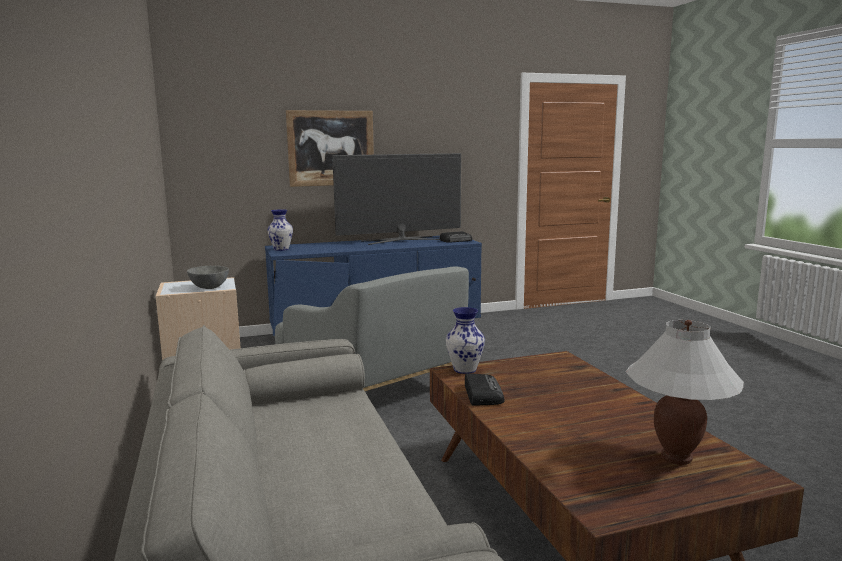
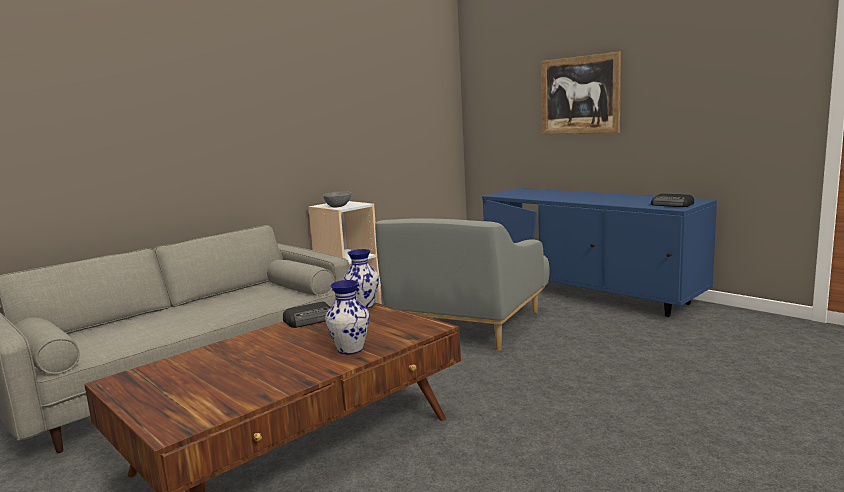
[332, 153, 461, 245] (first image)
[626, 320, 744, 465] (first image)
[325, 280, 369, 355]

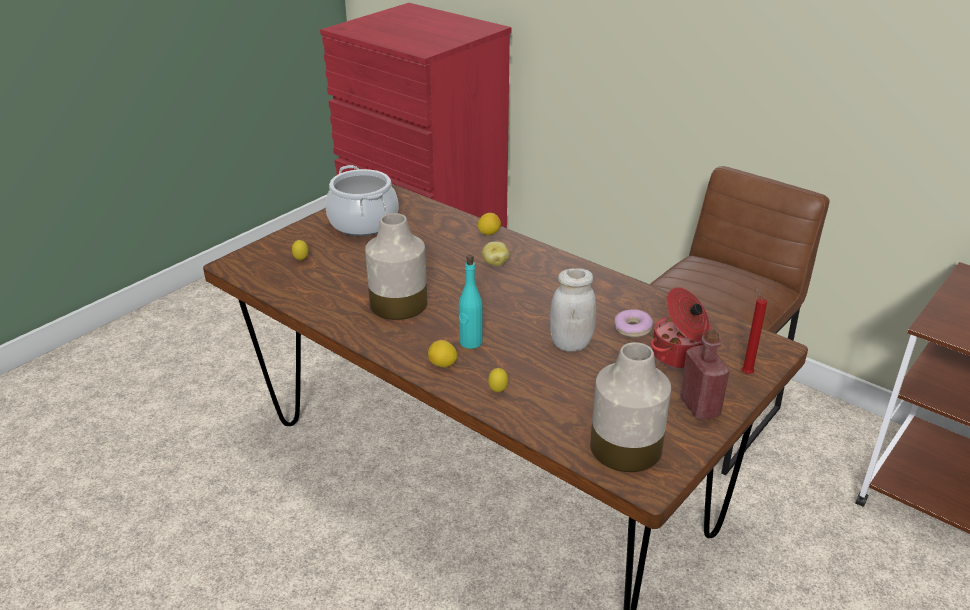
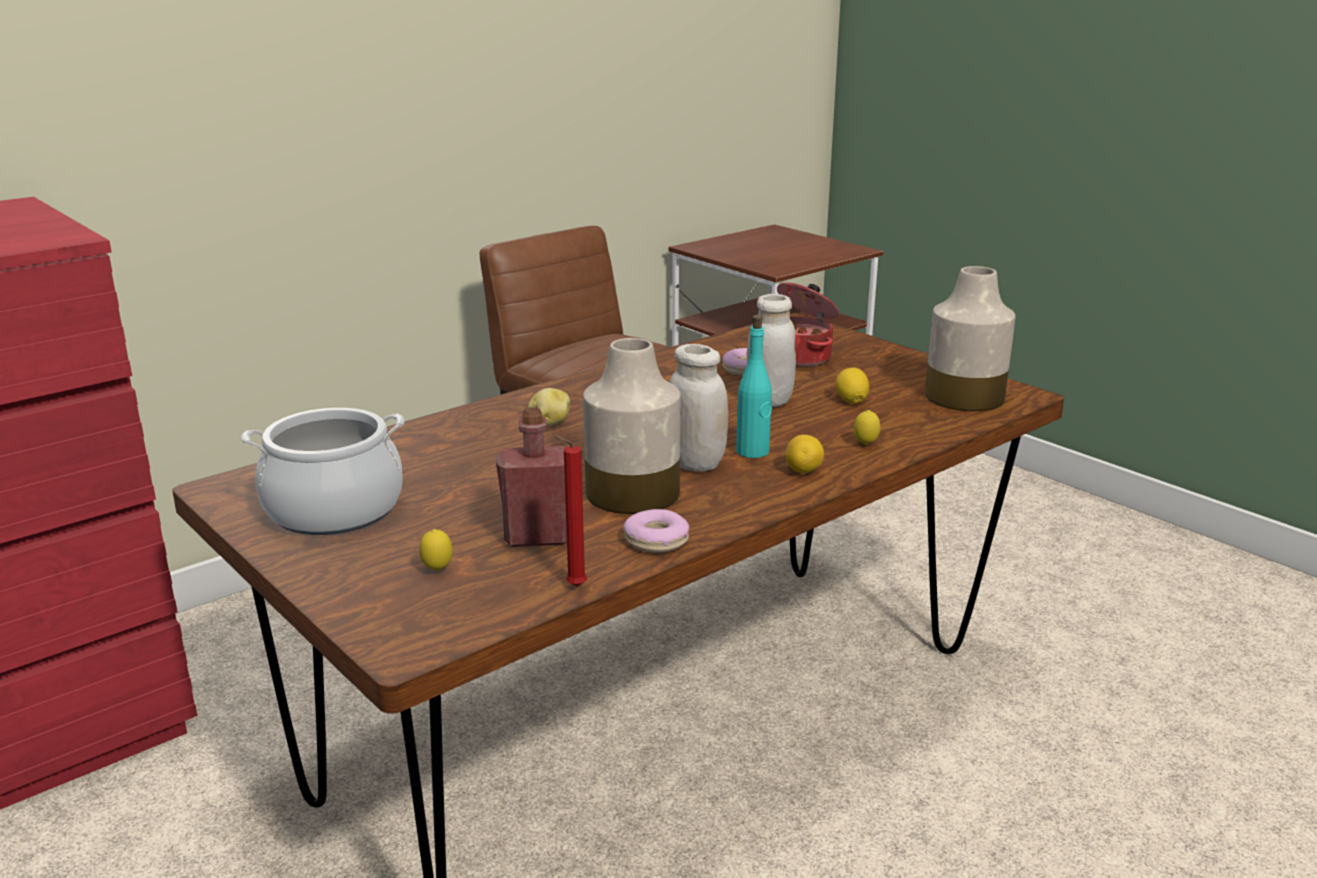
[623, 509, 689, 553]
[669, 344, 728, 472]
[835, 368, 869, 403]
[496, 407, 567, 547]
[554, 436, 587, 587]

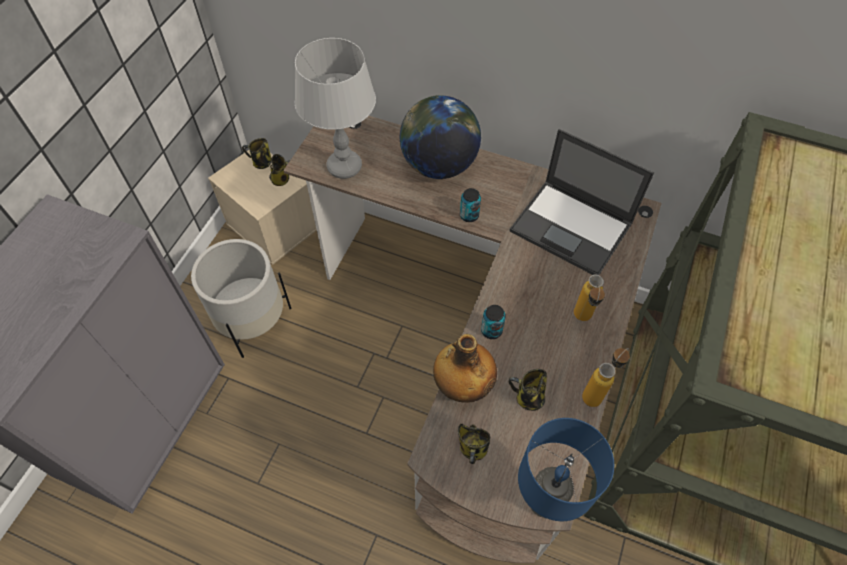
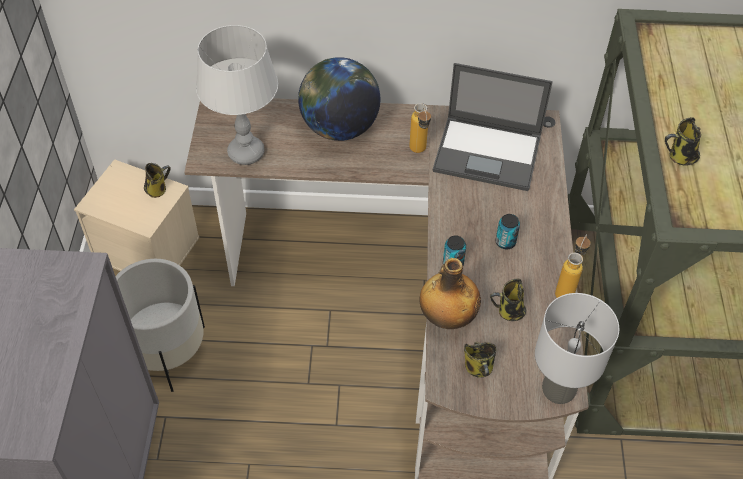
[665, 117, 701, 166]
[496, 214, 520, 249]
[409, 103, 431, 153]
[535, 293, 619, 404]

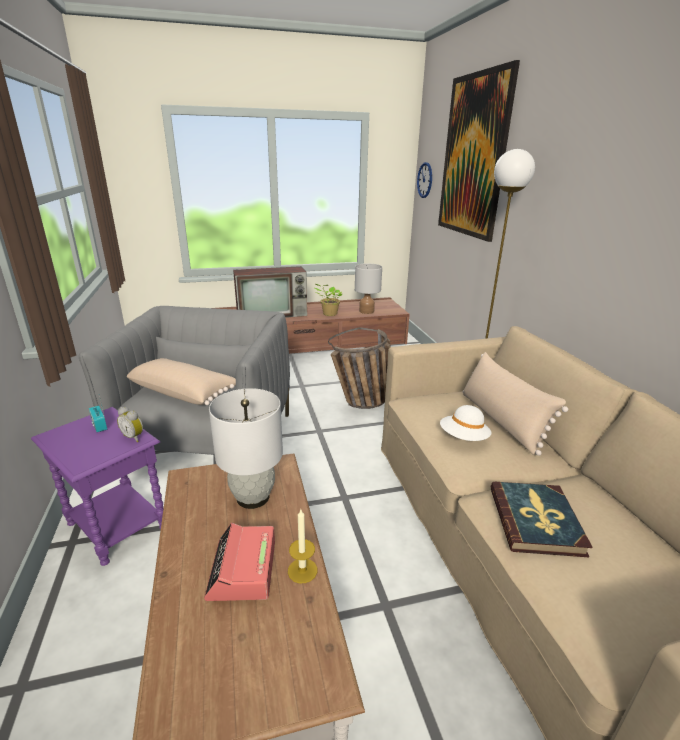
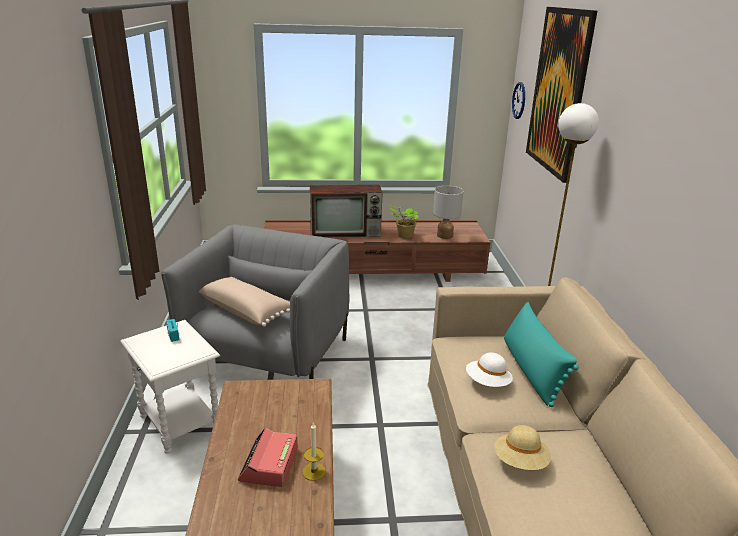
[117, 407, 143, 442] (first image)
[209, 388, 283, 509] (first image)
[328, 327, 390, 409] (first image)
[494, 425, 551, 470]
[120, 320, 221, 454]
[504, 302, 579, 407]

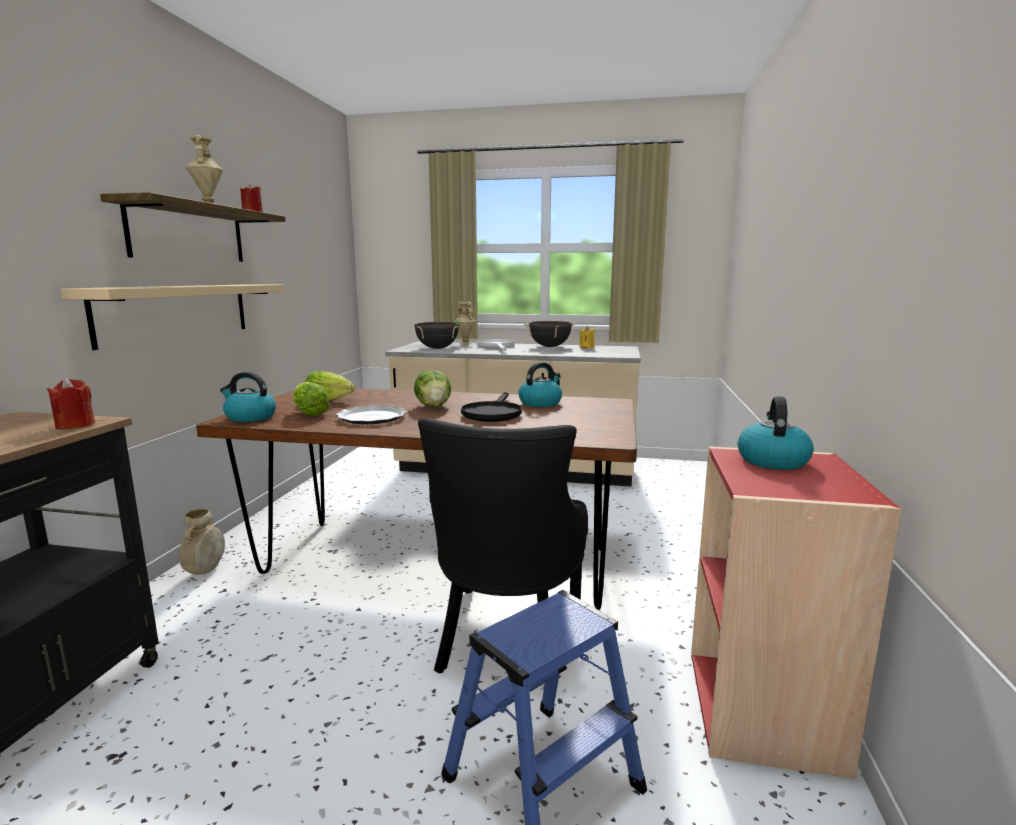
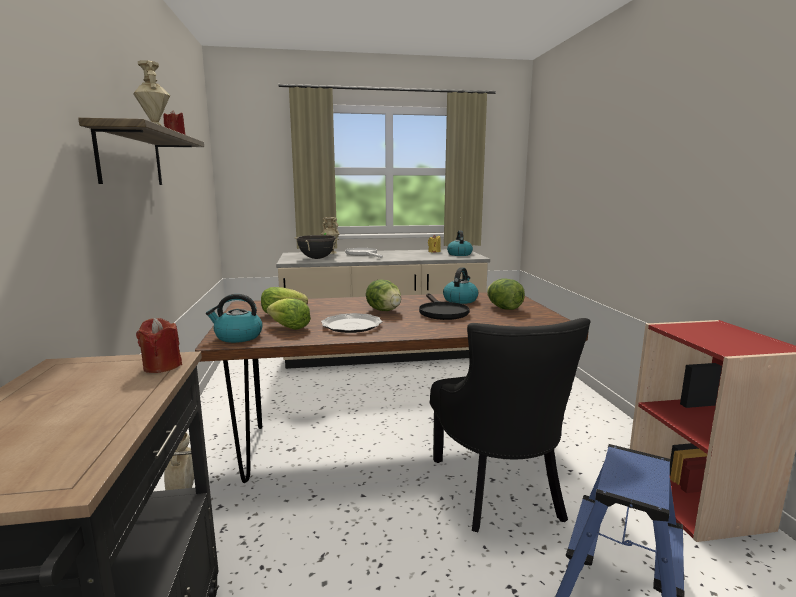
[60, 284, 284, 350] (first image)
[524, 321, 576, 347] (first image)
[487, 278, 525, 310]
[447, 230, 473, 256]

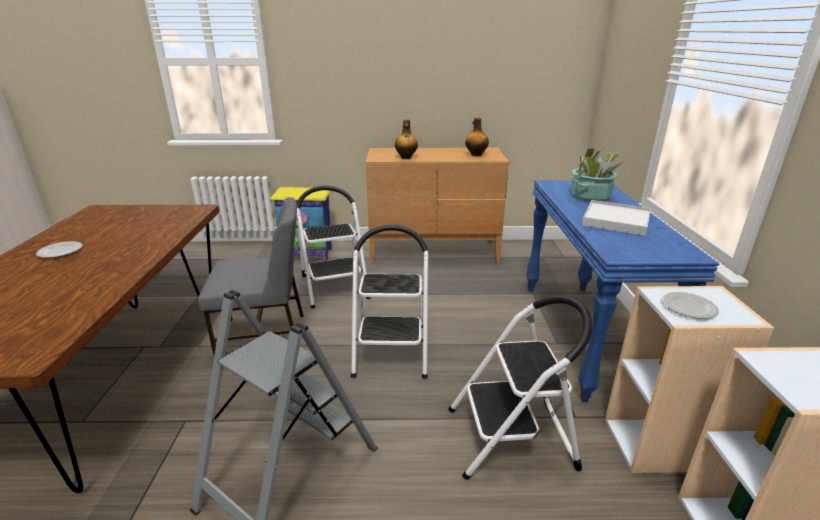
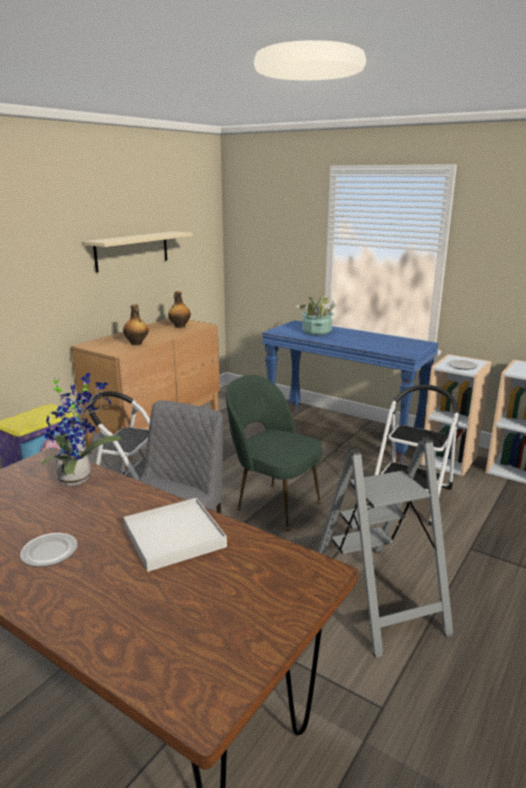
[41, 373, 121, 486]
[83, 231, 193, 272]
[123, 498, 227, 572]
[226, 375, 322, 531]

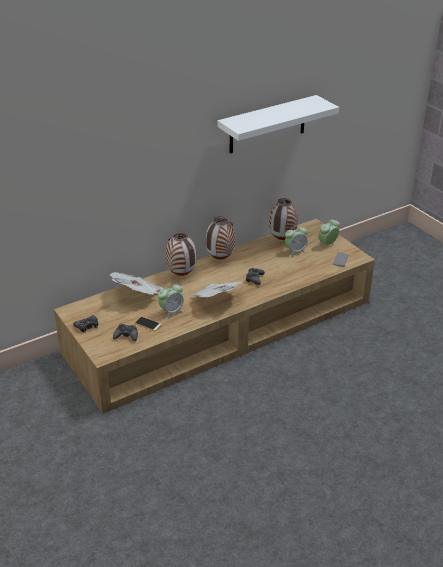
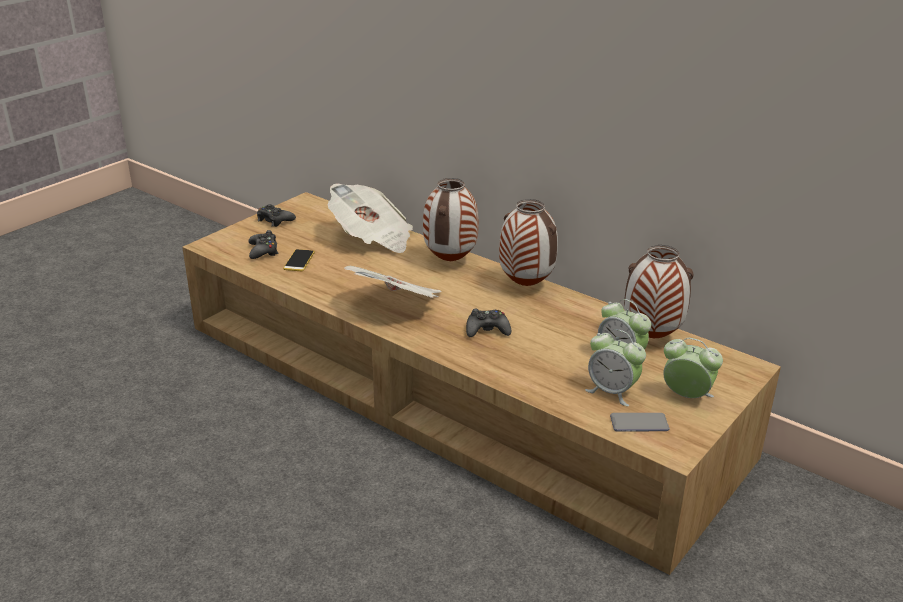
[217, 95, 339, 153] (first image)
[585, 329, 646, 407]

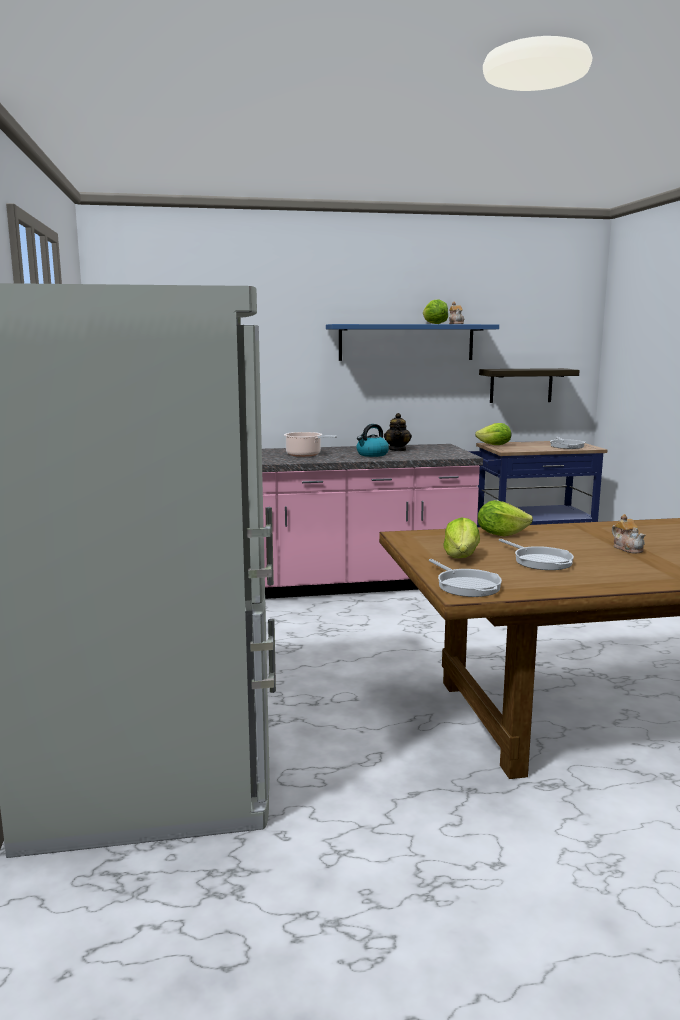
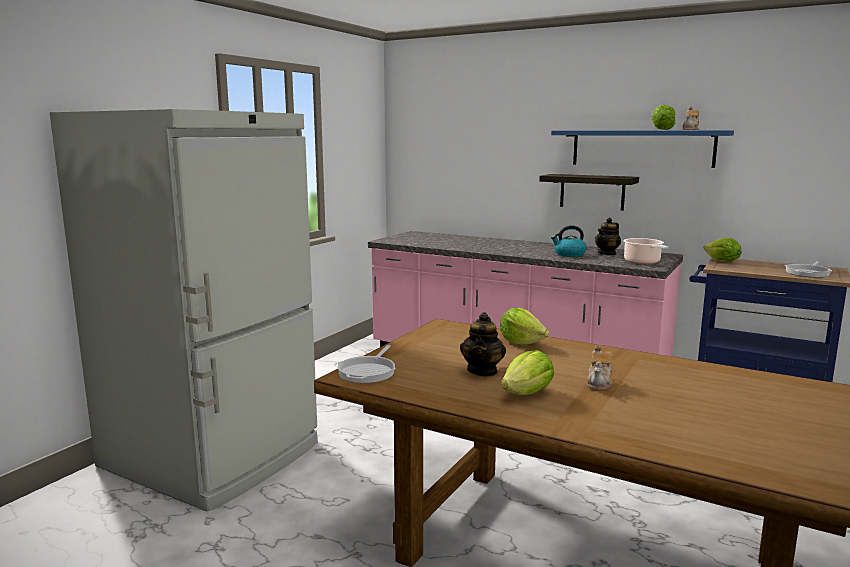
[623, 238, 669, 264]
[501, 350, 554, 395]
[539, 174, 639, 211]
[460, 312, 506, 376]

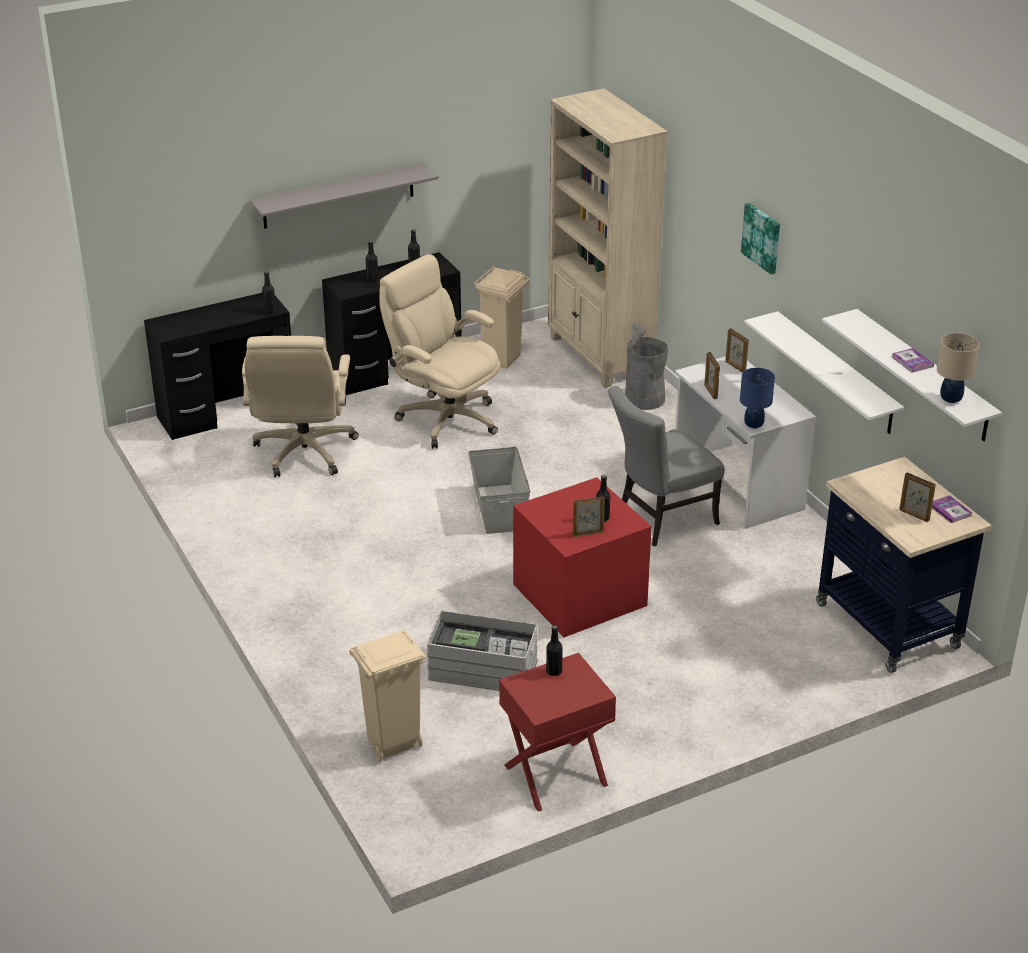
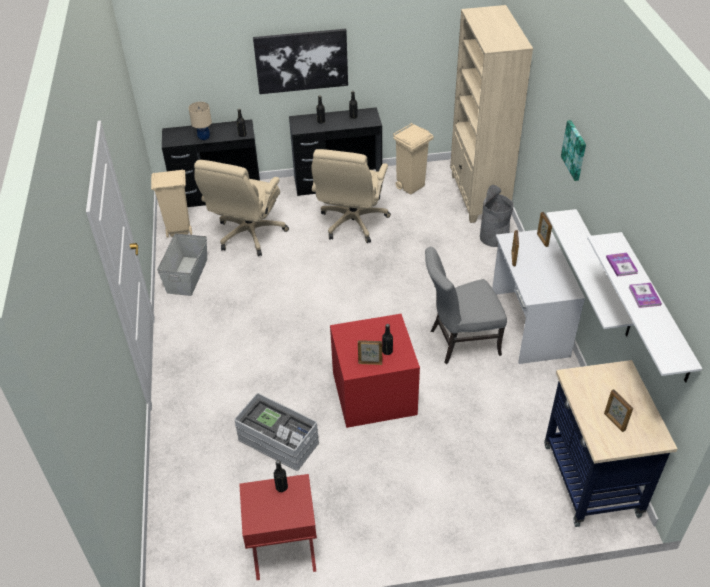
[740, 368, 775, 428] (first image)
[151, 170, 192, 238]
[157, 233, 207, 296]
[606, 253, 639, 277]
[188, 102, 212, 140]
[253, 29, 348, 94]
[311, 149, 391, 243]

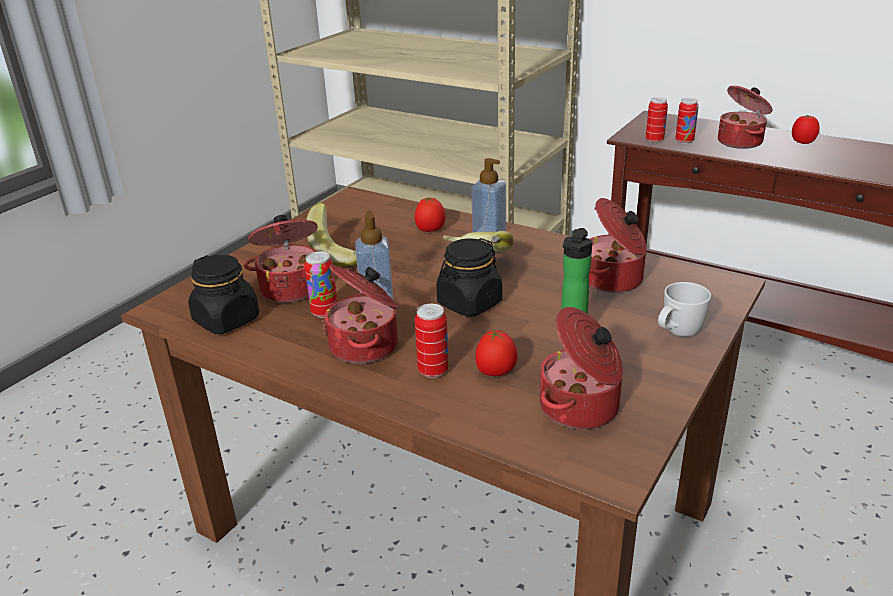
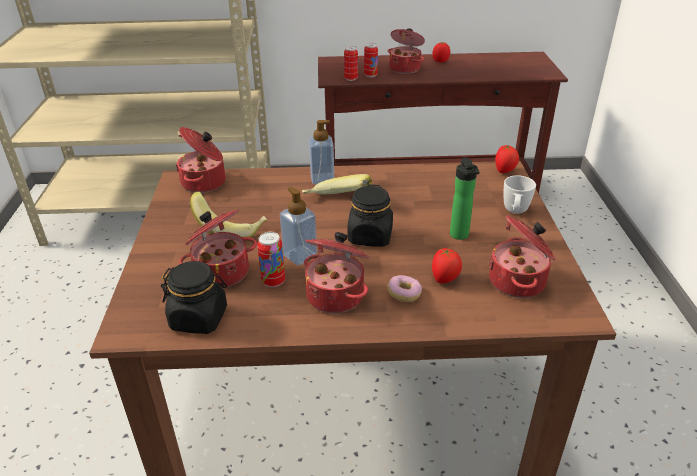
[495, 145, 519, 173]
[176, 127, 226, 193]
[388, 275, 422, 302]

